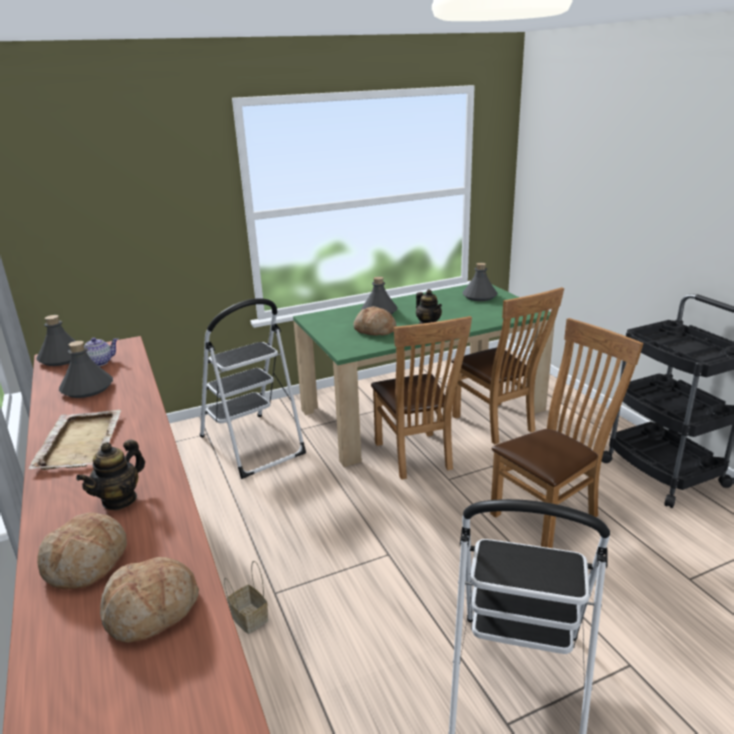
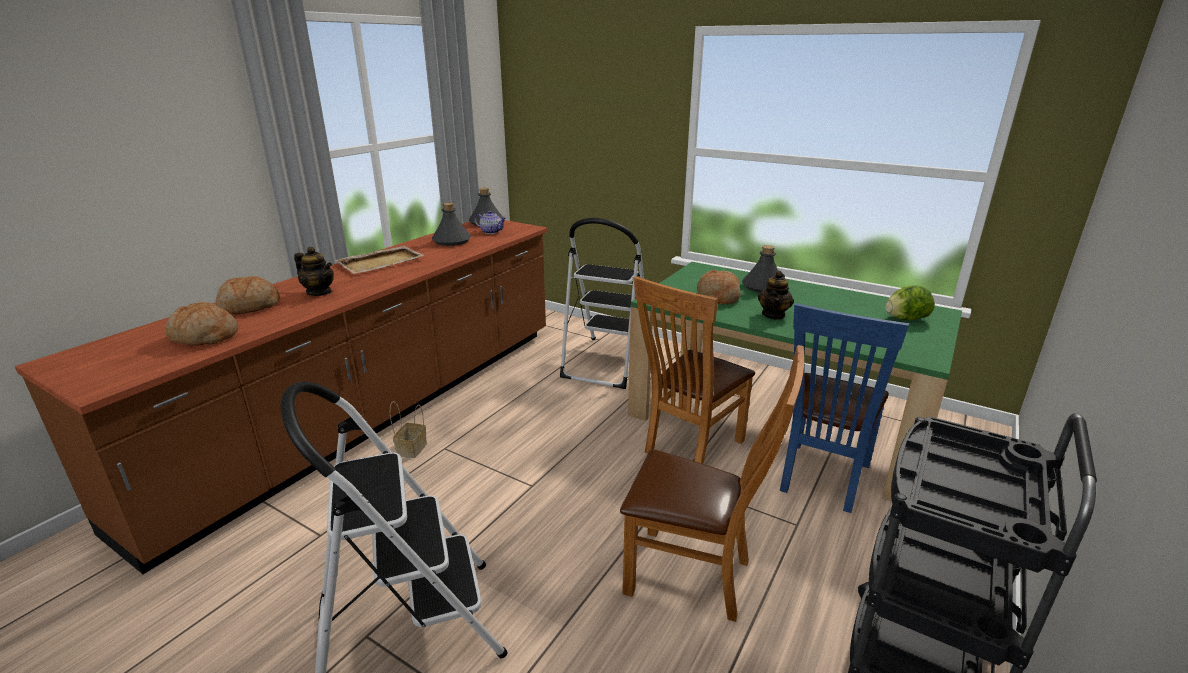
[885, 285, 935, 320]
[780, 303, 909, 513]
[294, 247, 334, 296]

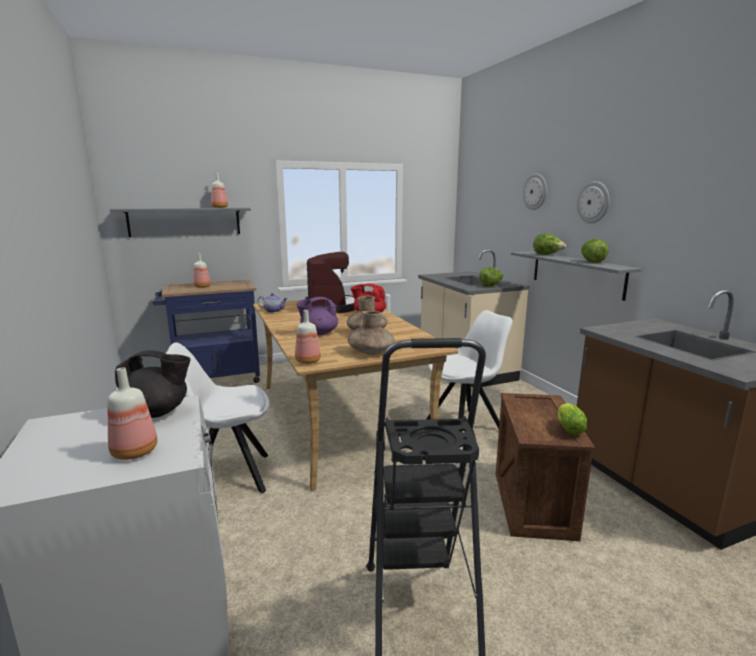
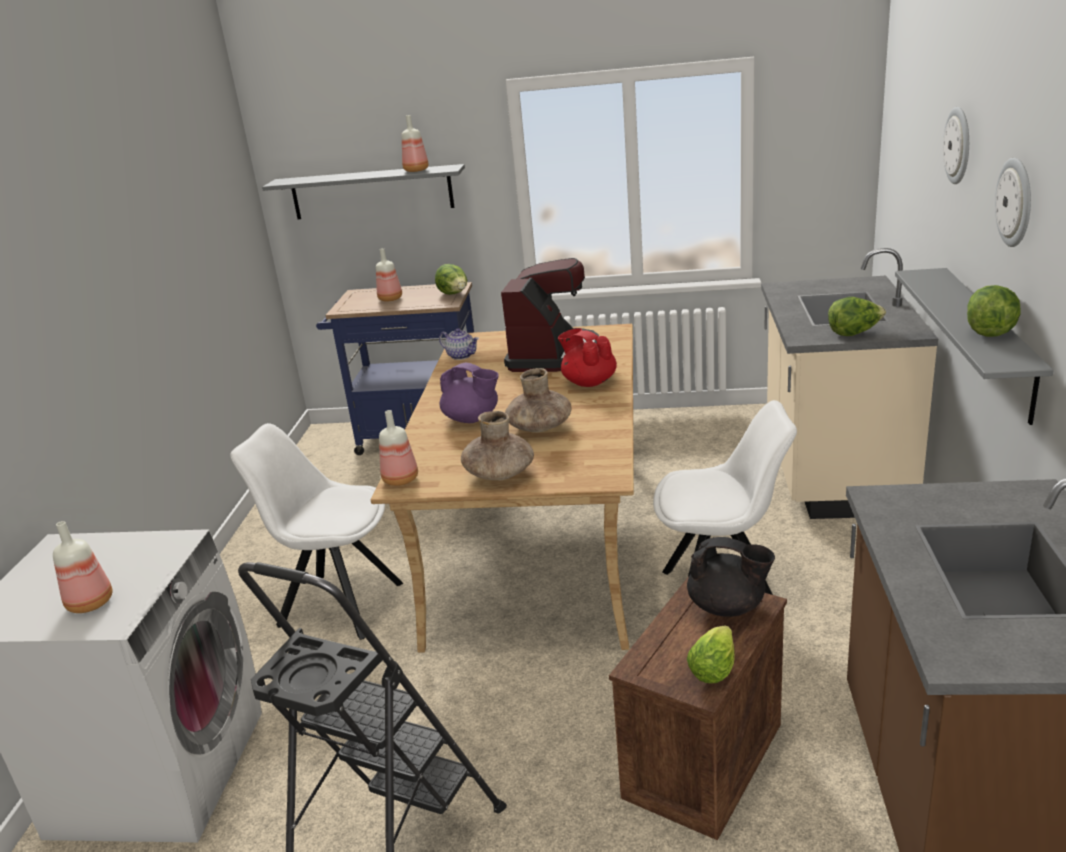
[687, 537, 775, 617]
[435, 264, 467, 295]
[440, 363, 499, 423]

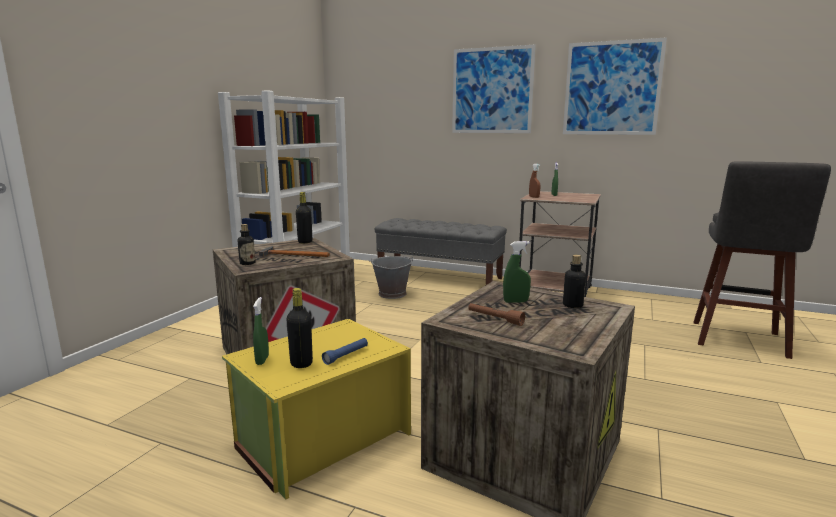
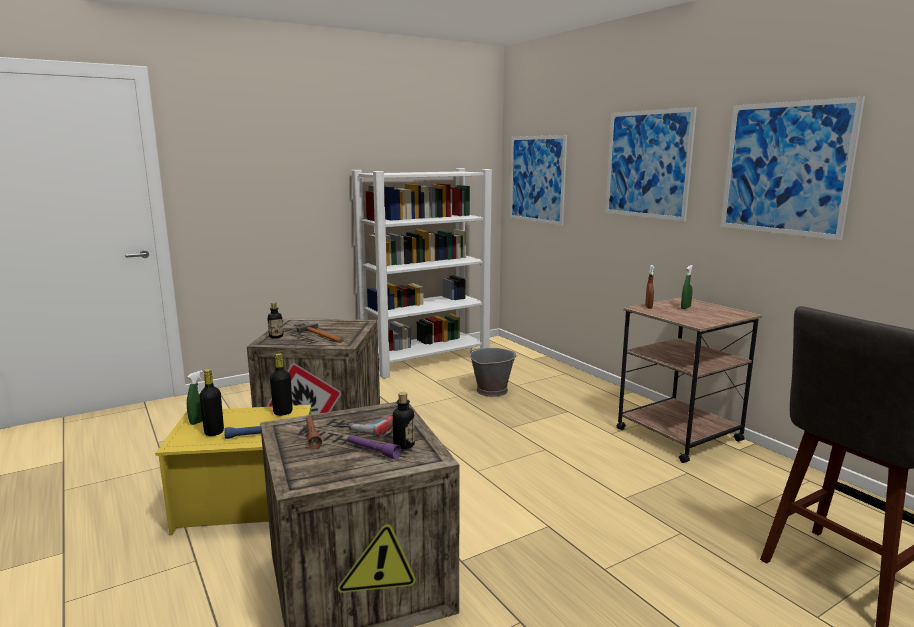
[374, 218, 507, 285] (first image)
[347, 435, 401, 459]
[510, 135, 567, 225]
[270, 353, 293, 416]
[332, 415, 393, 436]

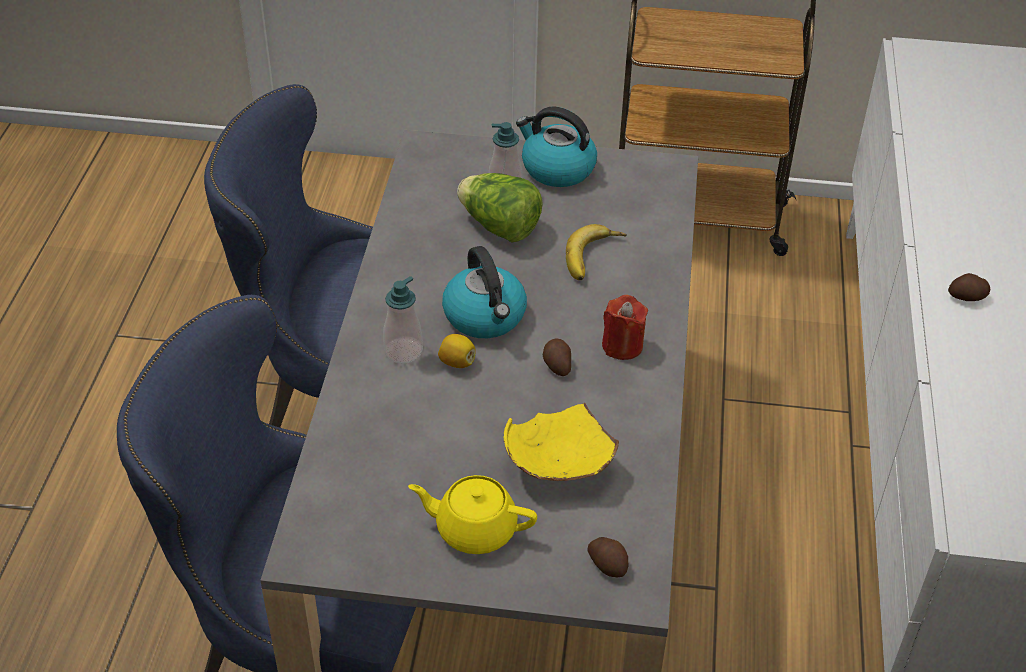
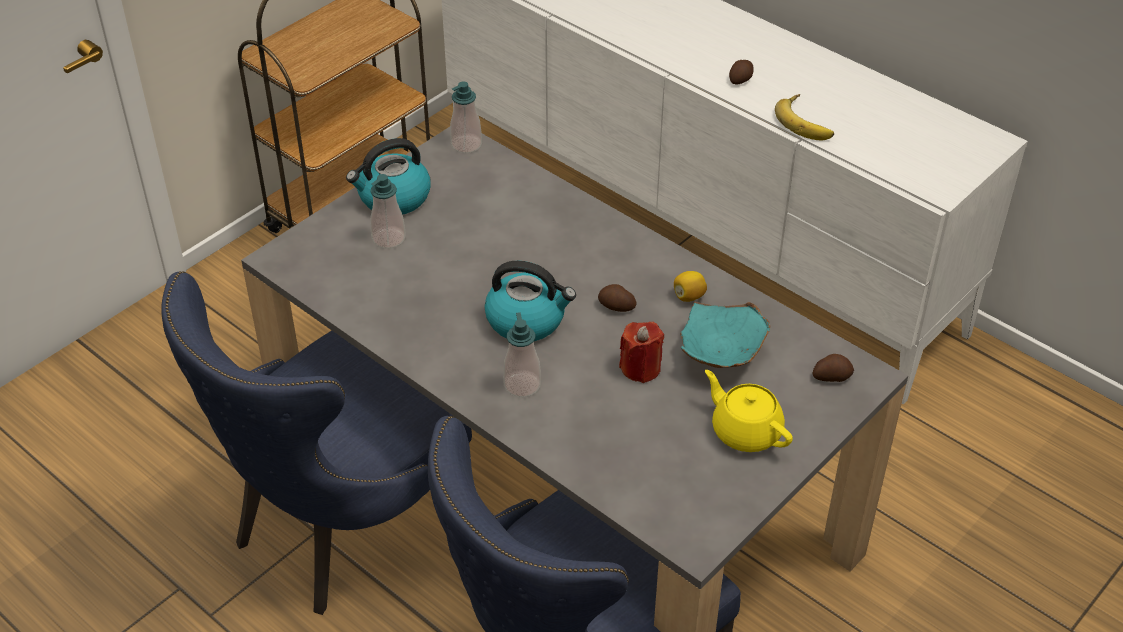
[457, 173, 543, 242] (first image)
[450, 81, 482, 153]
[674, 271, 707, 302]
[775, 94, 834, 141]
[619, 322, 664, 383]
[680, 302, 770, 368]
[705, 370, 793, 452]

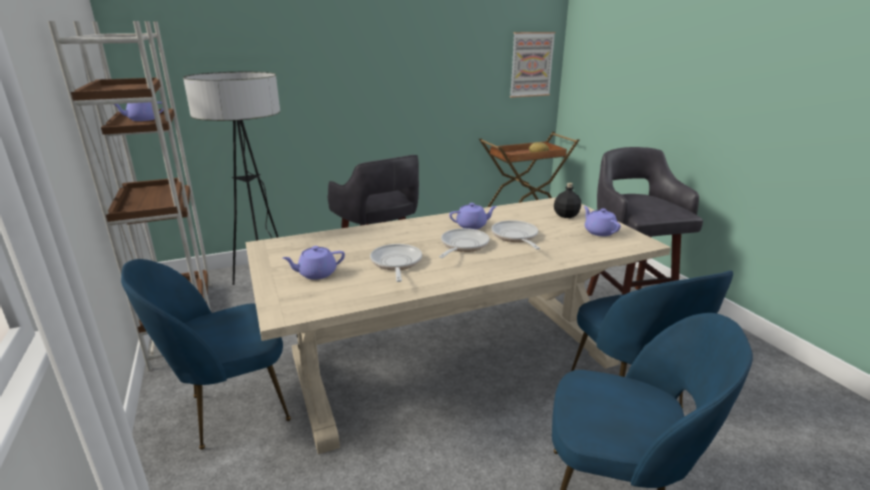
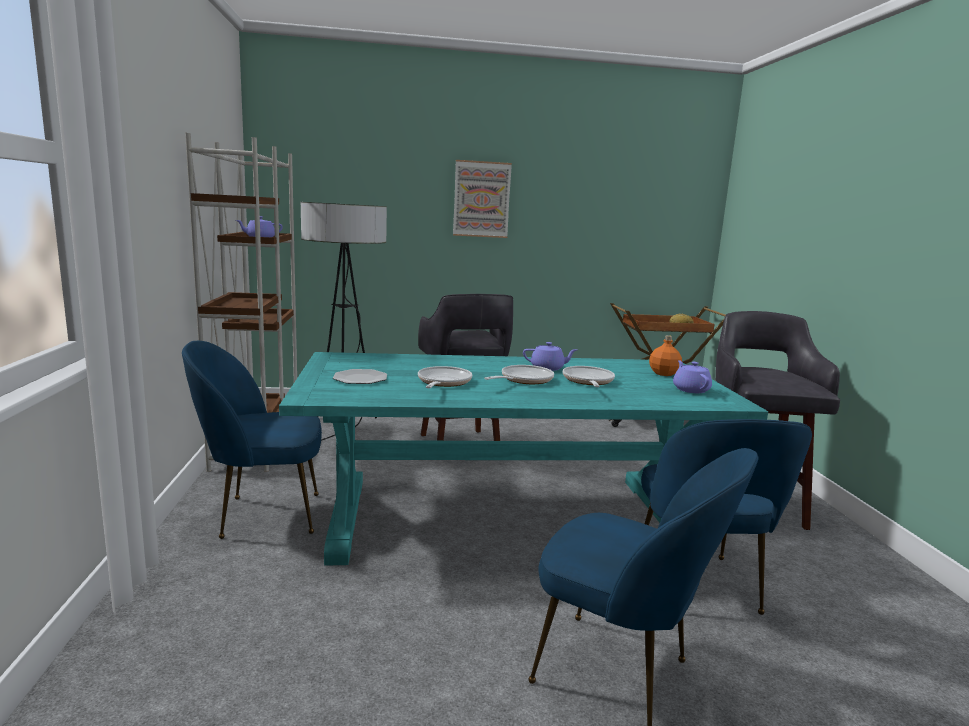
[453, 160, 512, 238]
[333, 369, 387, 384]
[279, 352, 768, 566]
[649, 335, 682, 376]

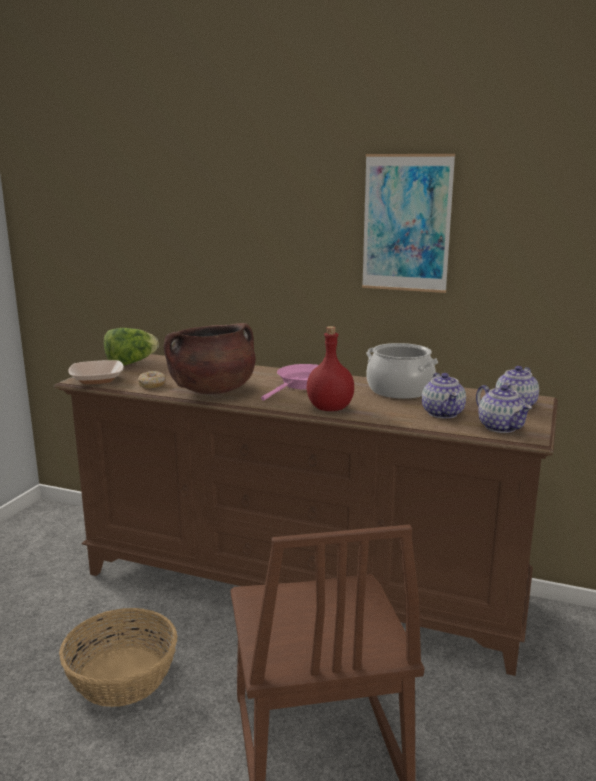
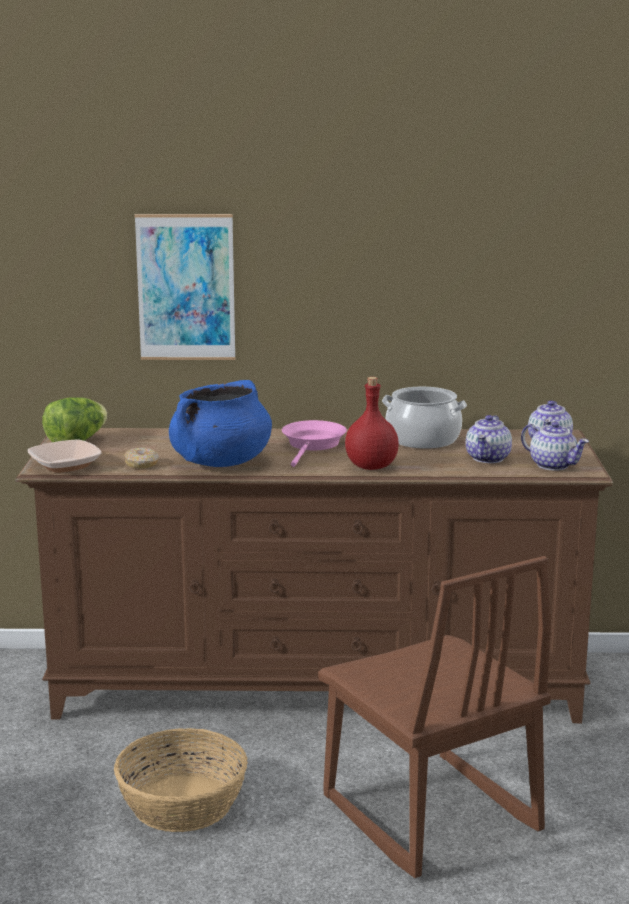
[134, 214, 236, 360]
[169, 380, 272, 467]
[466, 415, 512, 463]

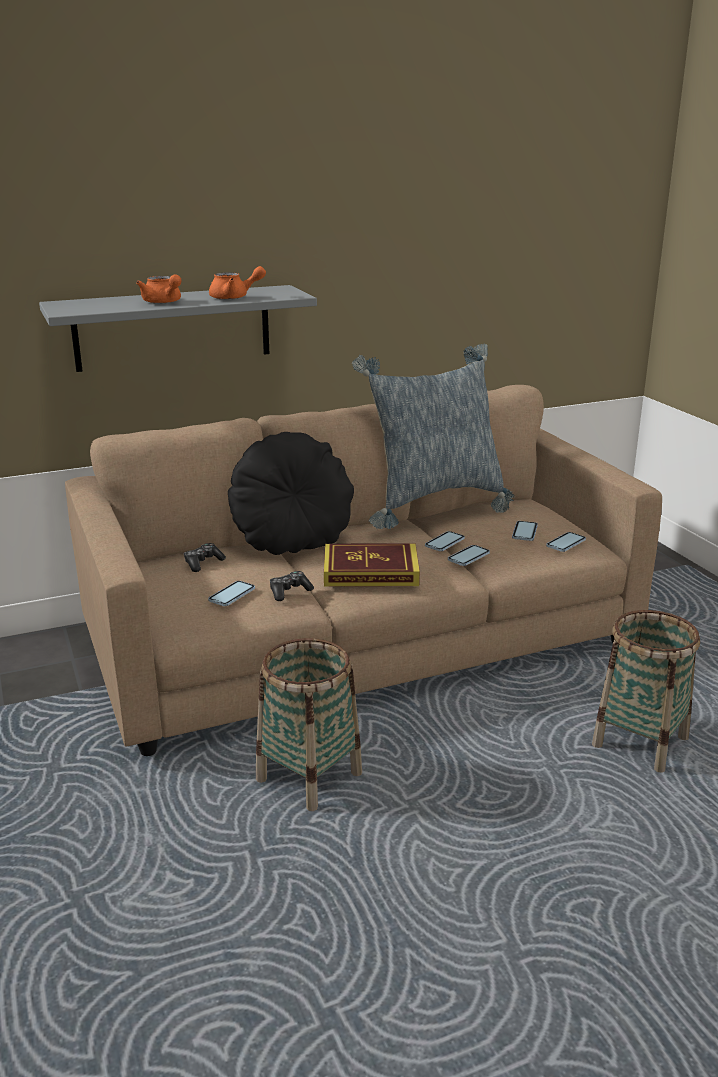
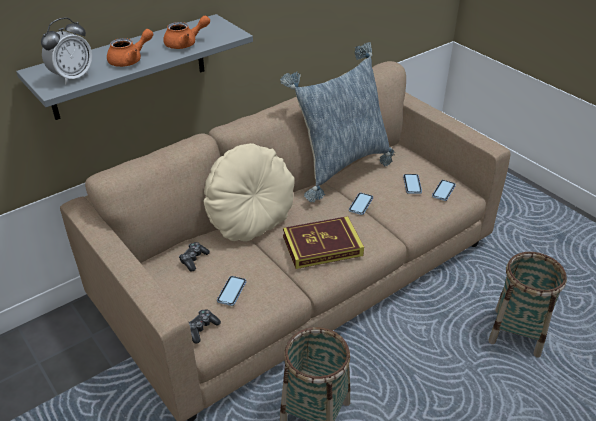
[448, 545, 490, 566] (first image)
[41, 18, 92, 84]
[189, 309, 221, 344]
[204, 143, 295, 242]
[107, 29, 153, 67]

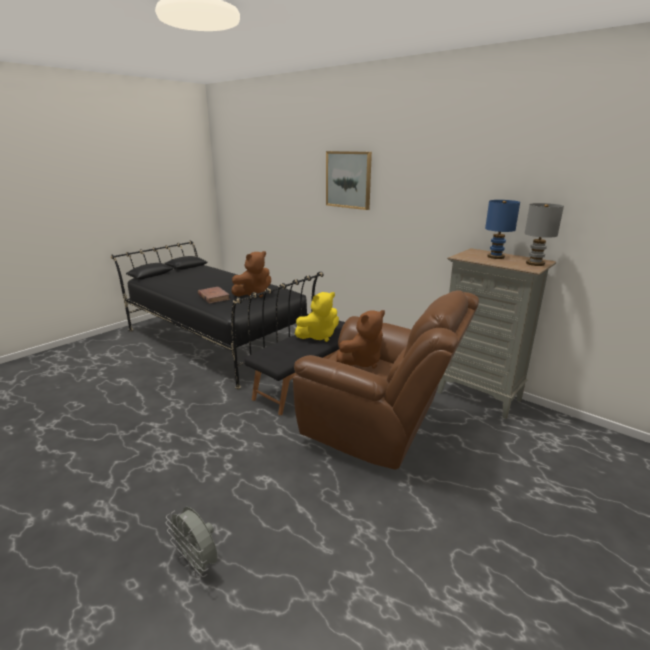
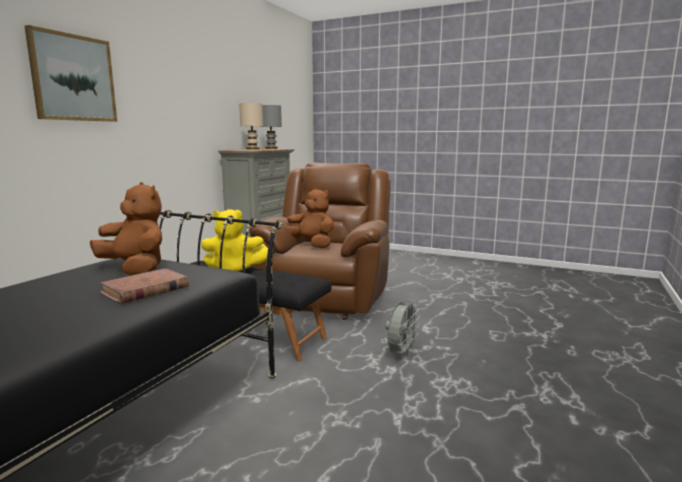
[385, 301, 420, 359]
[239, 103, 263, 149]
[201, 209, 268, 271]

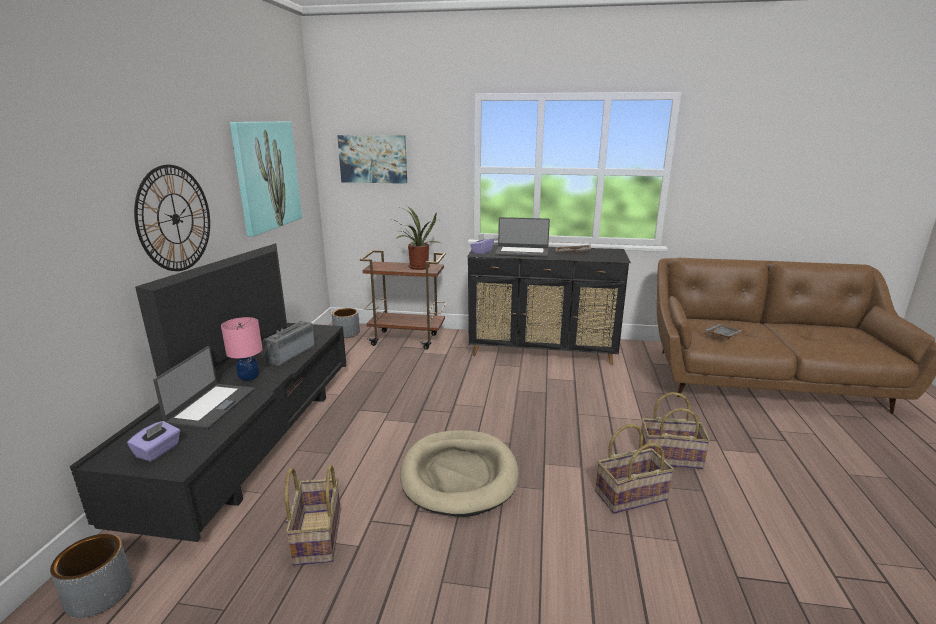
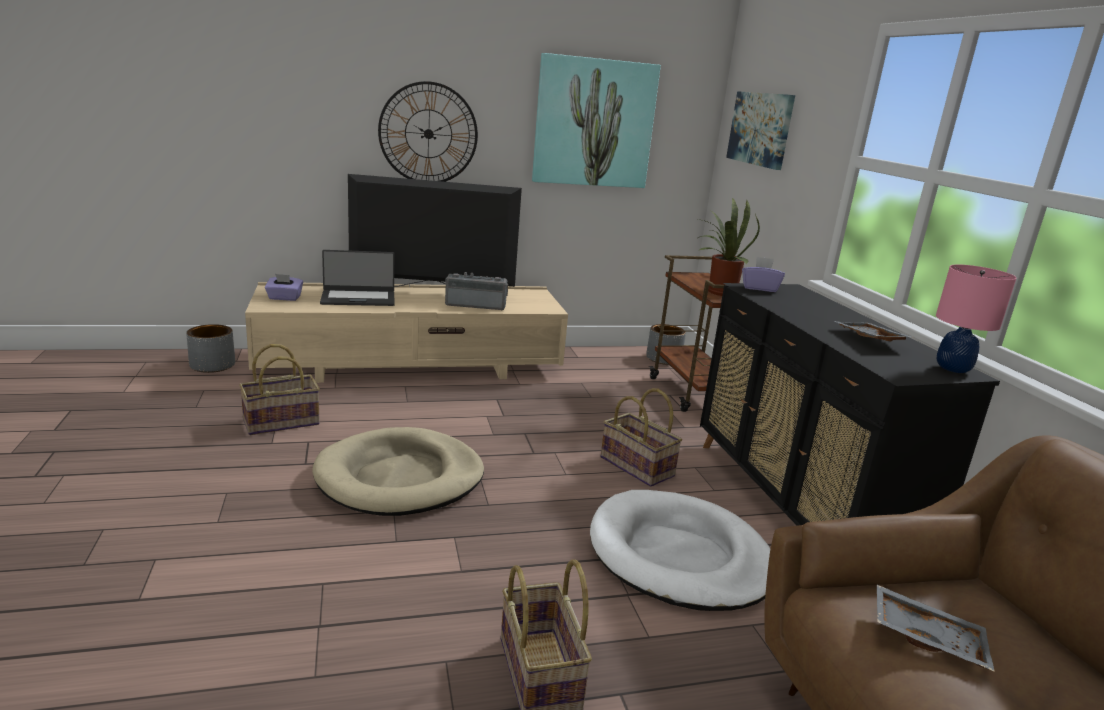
[495, 217, 550, 258] (first image)
[590, 490, 771, 611]
[936, 264, 1017, 373]
[601, 388, 682, 487]
[245, 282, 568, 383]

